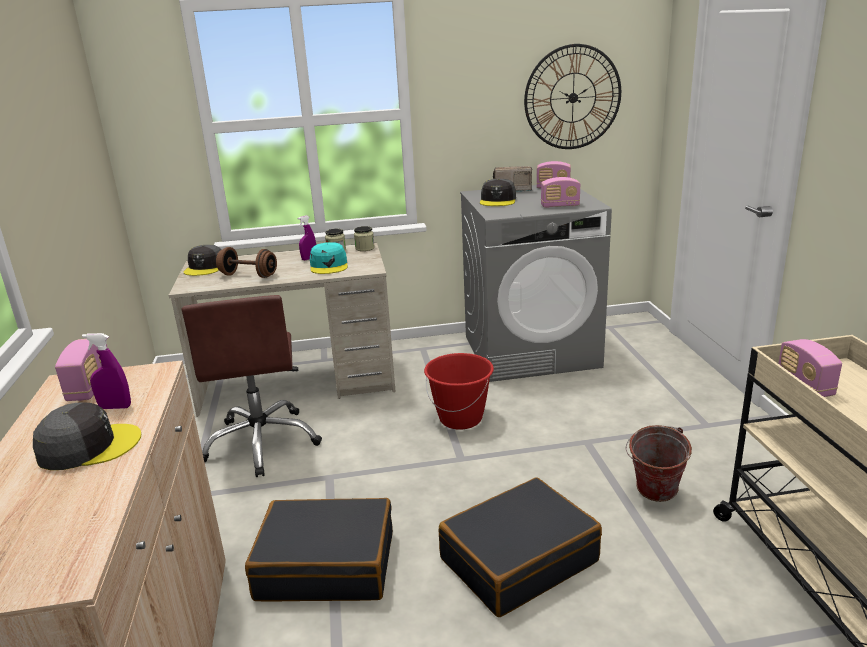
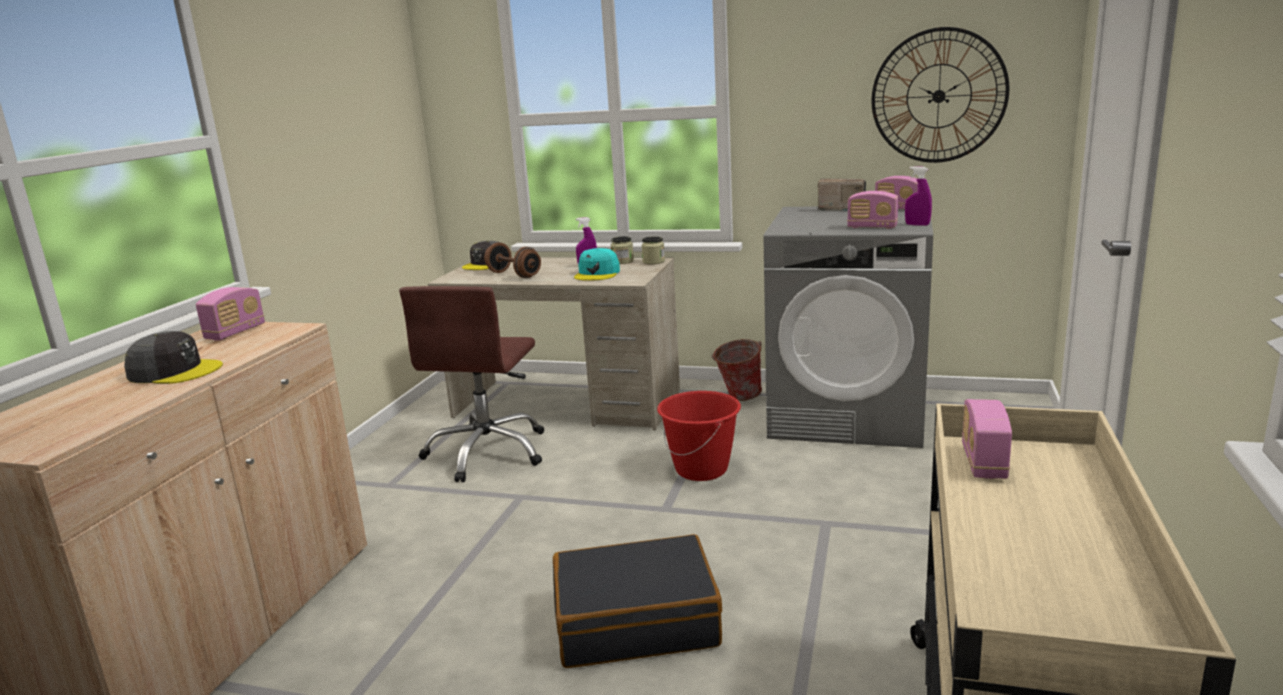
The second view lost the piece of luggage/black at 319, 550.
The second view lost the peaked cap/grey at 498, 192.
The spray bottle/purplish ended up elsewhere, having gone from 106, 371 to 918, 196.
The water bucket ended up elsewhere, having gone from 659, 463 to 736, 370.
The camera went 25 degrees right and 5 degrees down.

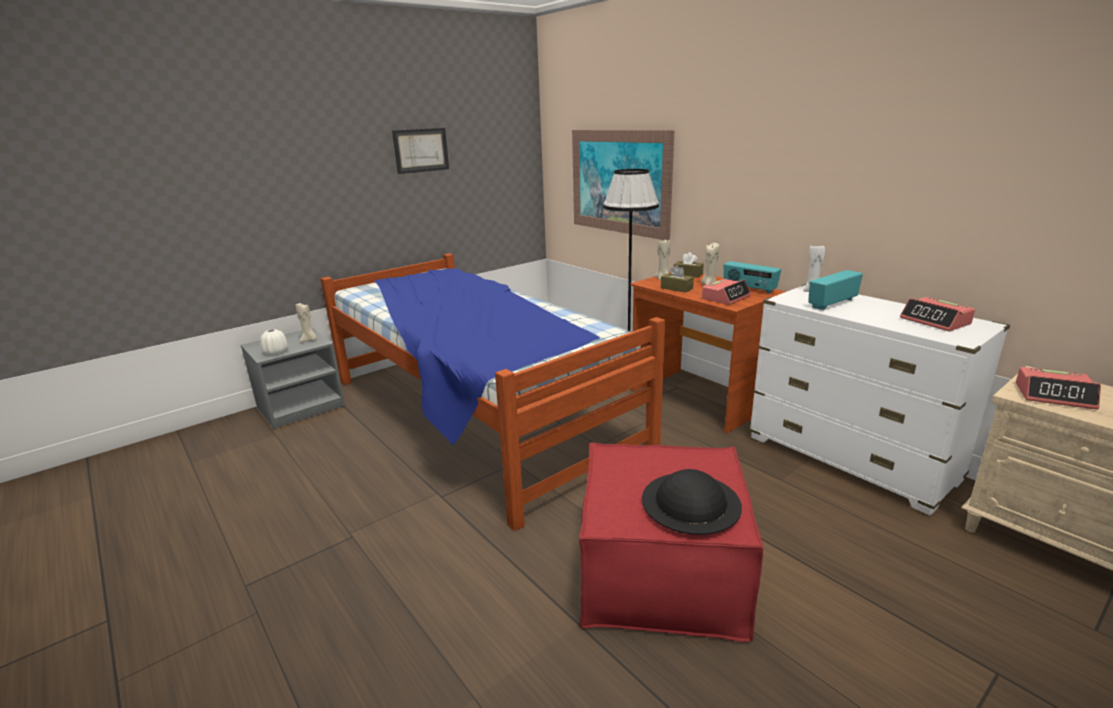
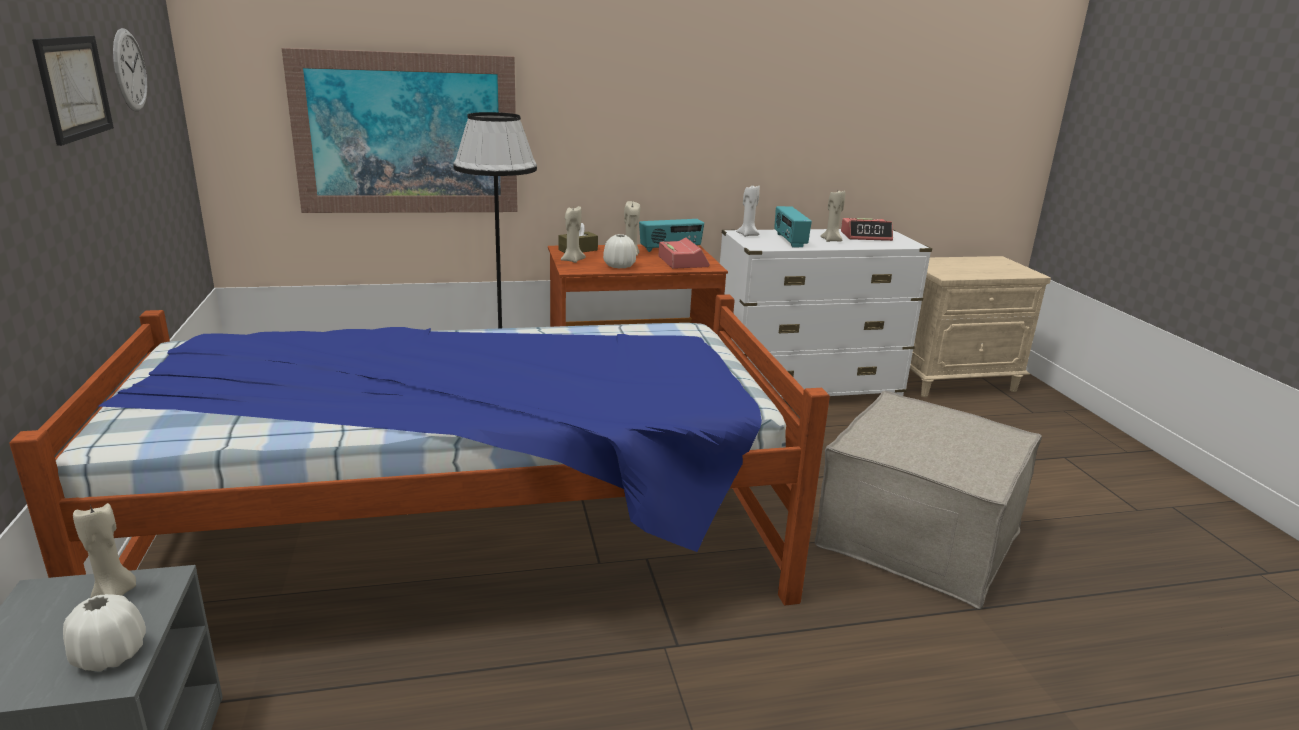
The second view lost the clothing hat/black at 692, 502.
The second view lost the alarm clock at 1058, 388.
The second view gained the hanging clock at 130, 69.
The second view gained the wax candle/sand-coloured at 832, 216.
Where the tissue holder/brown-coloured stood at 677, 279, the vase/whitish came to stand at 619, 251.
What was the pouffe/reddish at 671, 542 turned into the pouffe/sand-coloured at 928, 500.
The camera went 65 degrees left and 0 degrees up.

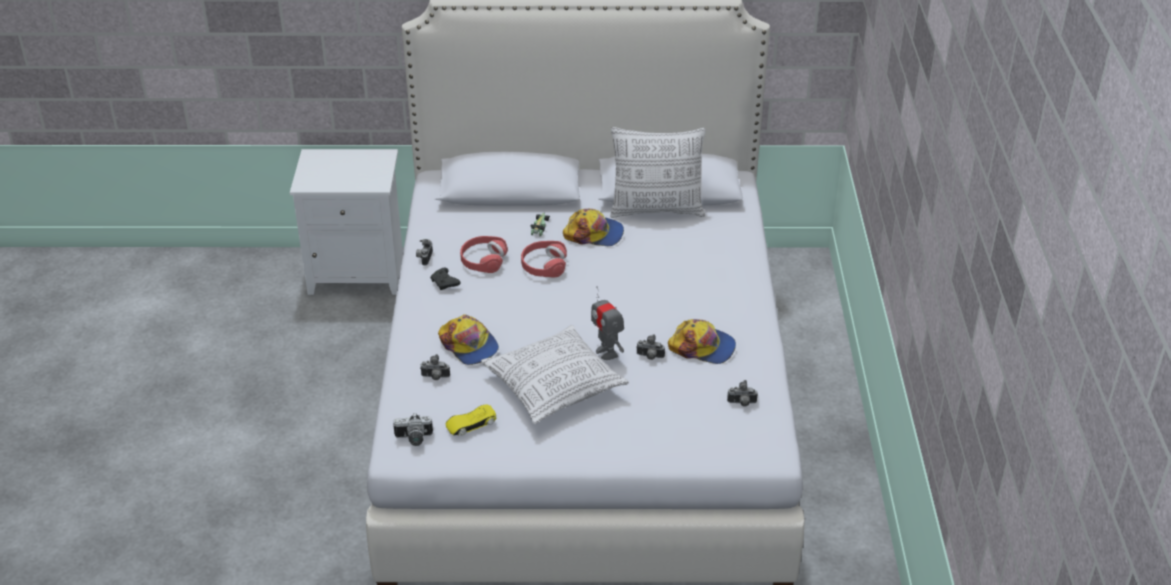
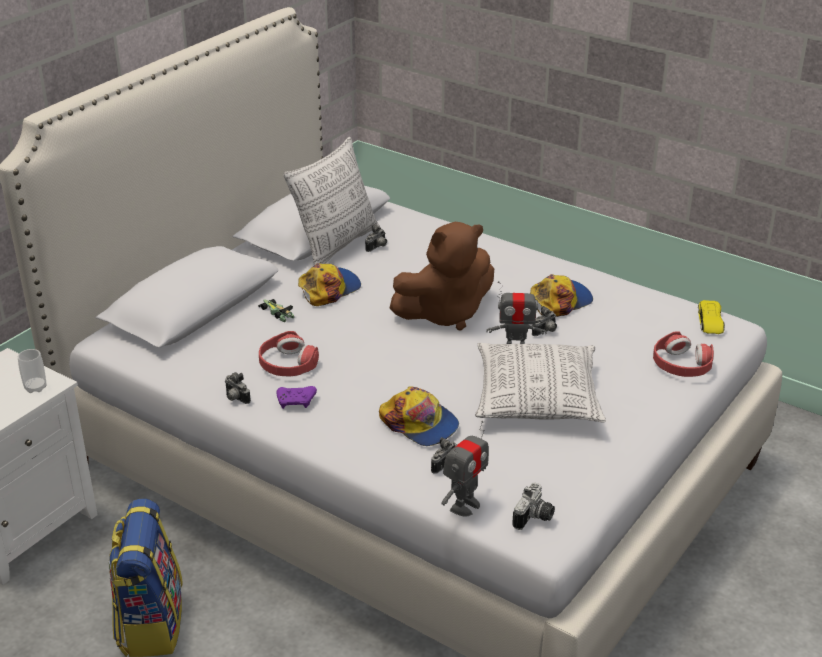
The second view gained the small cup at 32, 371.
The second view gained the backpack at 145, 577.
The second view gained the plush toy/brown-coloured at 442, 276.
The second view gained the toy robot at 465, 469.
The toy car/yellowish ended up elsewhere, having gone from 471, 420 to 711, 317.
The headphones/reddish ended up elsewhere, having gone from 544, 259 to 683, 354.
The still camera ended up elsewhere, having gone from 742, 393 to 376, 238.
What was the gamepad/black at 445, 279 turned into the gamepad/purplish at 296, 397.
The peaked cap at 468, 339 ended up facing another way, 45 degrees clockwise from before.
The camera went 55 degrees left and 5 degrees down.

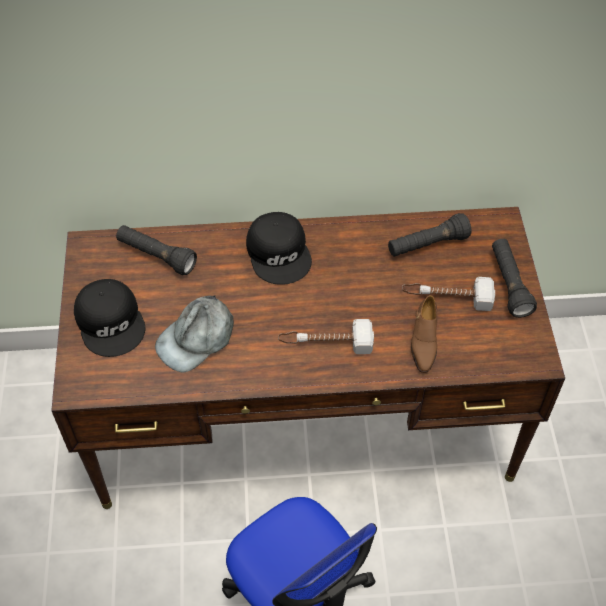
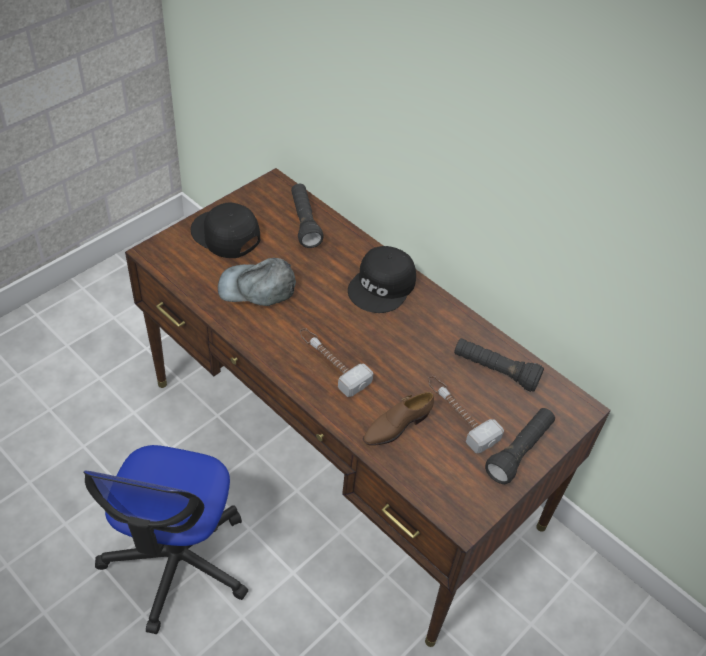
The peaked cap/black at 109, 318 ended up facing another way, 105 degrees clockwise from before.
The camera went 45 degrees right and 5 degrees down.

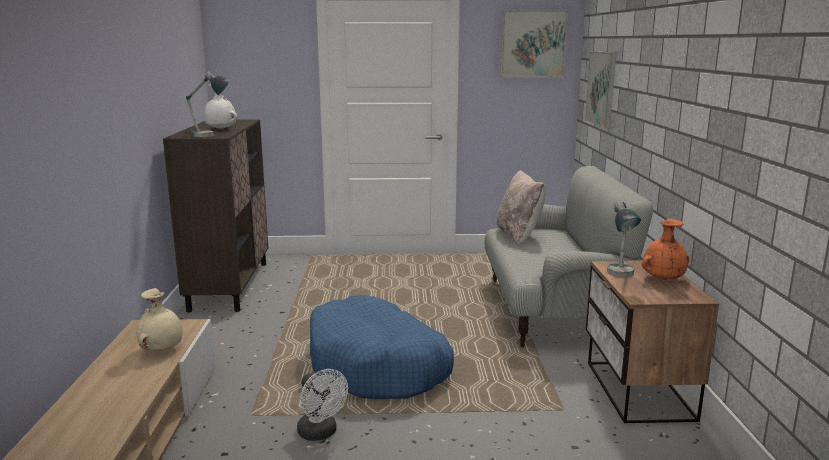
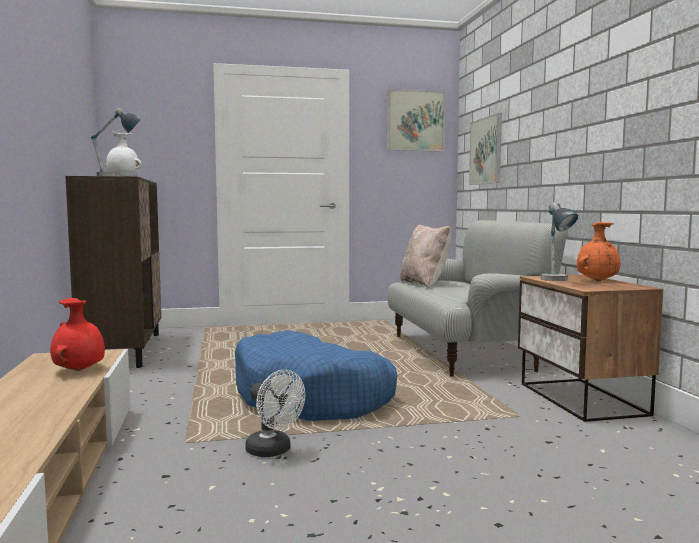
What was the vase/sand-coloured at 160, 319 turned into the vase/reddish at 77, 334.
The camera went 10 degrees left and 10 degrees down.

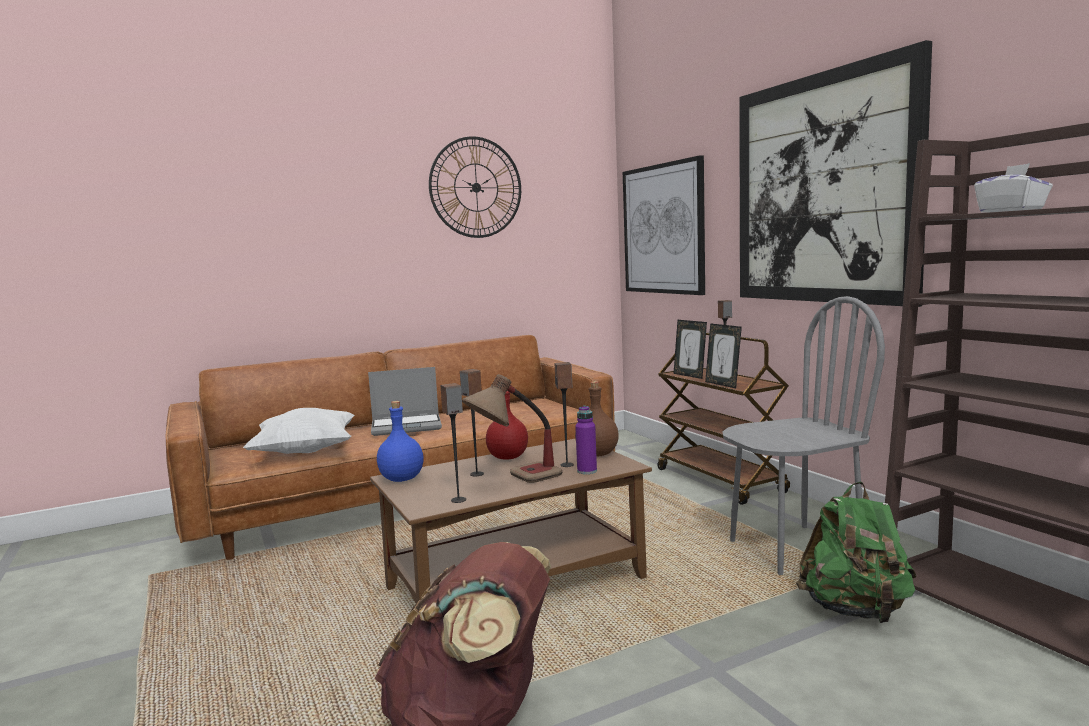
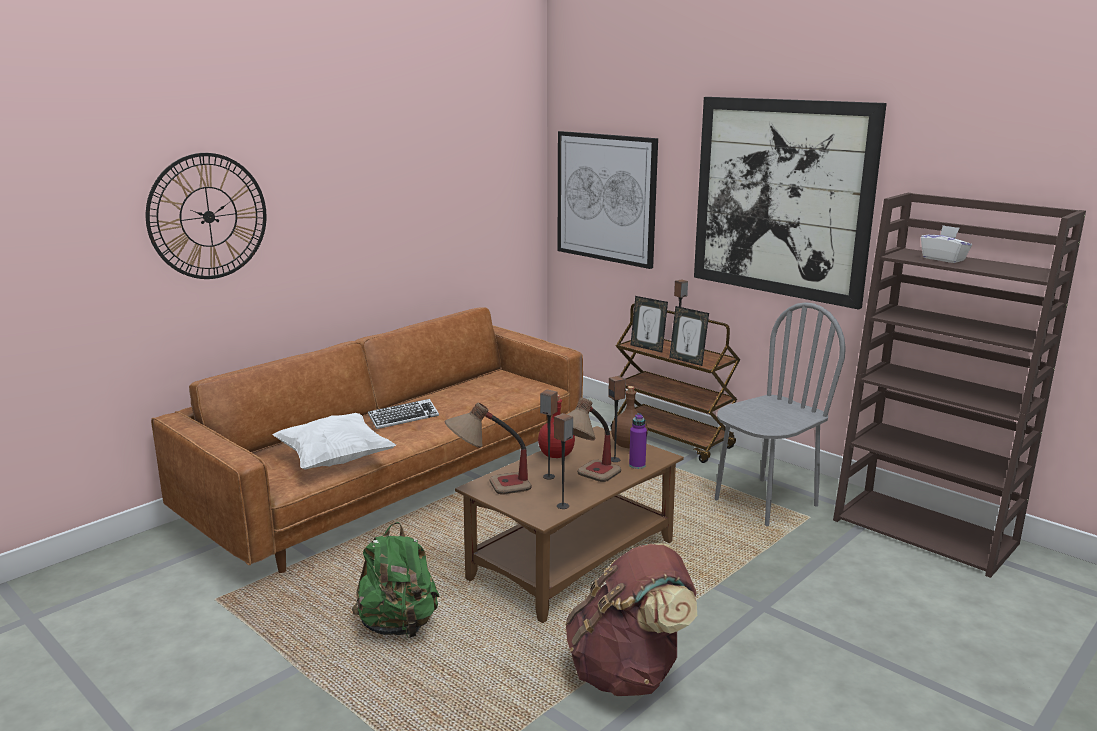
The hanging clock ended up elsewhere, having gone from 475, 187 to 206, 216.
The backpack/greenish ended up elsewhere, having gone from 856, 552 to 395, 580.
Where the notebook computer stood at 405, 401, the computer keyboard came to stand at 403, 414.
Where the drink bottle/blue-coloured stood at 400, 441, the lamp for a table came to stand at 488, 448.
The camera went 20 degrees left and 10 degrees up.

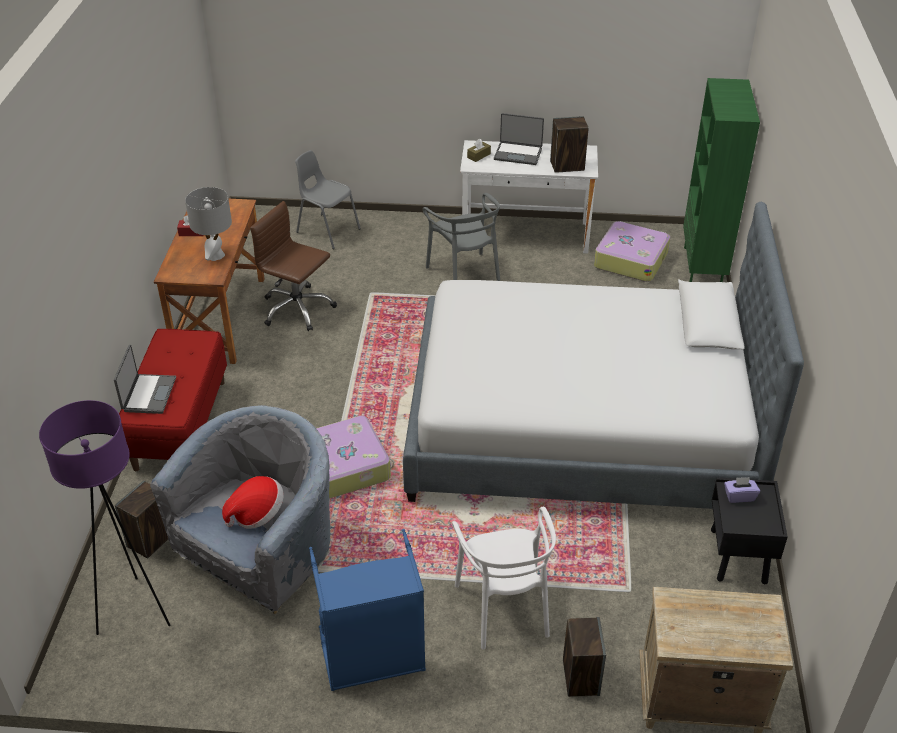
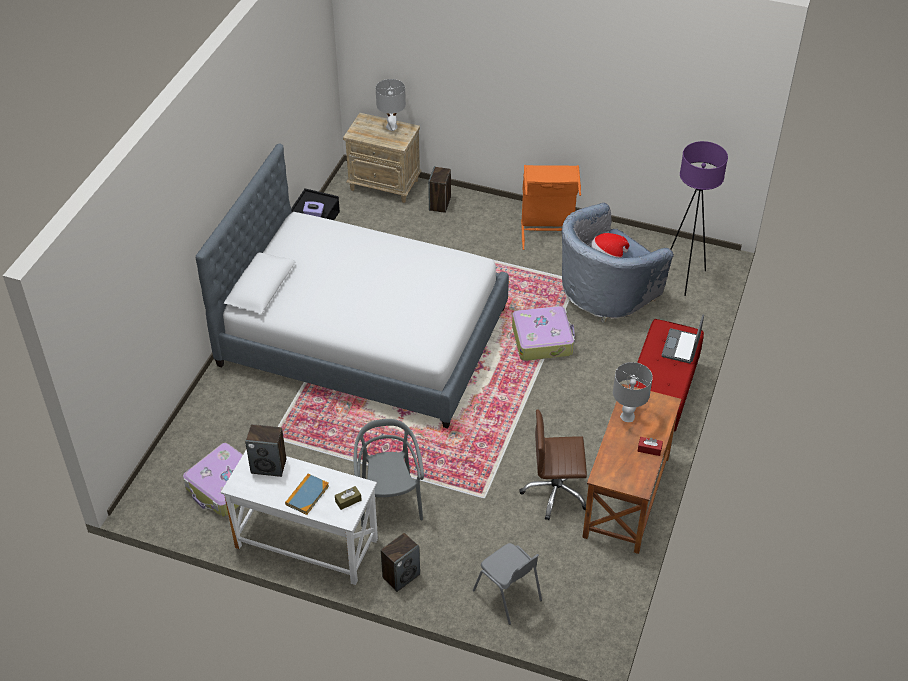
The second view lost the chair/whitish at 504, 578.
The second view lost the shelving unit/greenish at 721, 180.
The second view gained the lamp for a table/grey at 391, 105.
The speaker ended up elsewhere, having gone from 141, 519 to 400, 562.
Where the notebook computer stood at 519, 139, the volume came to stand at 307, 494.
What was the washing basket/blue-coloured at 367, 610 turned into the washing basket/orangey at 551, 207.
The desk chair/brown-coloured at 293, 266 ended up facing another way, 135 degrees clockwise from before.
The camera went 165 degrees left and 5 degrees up.

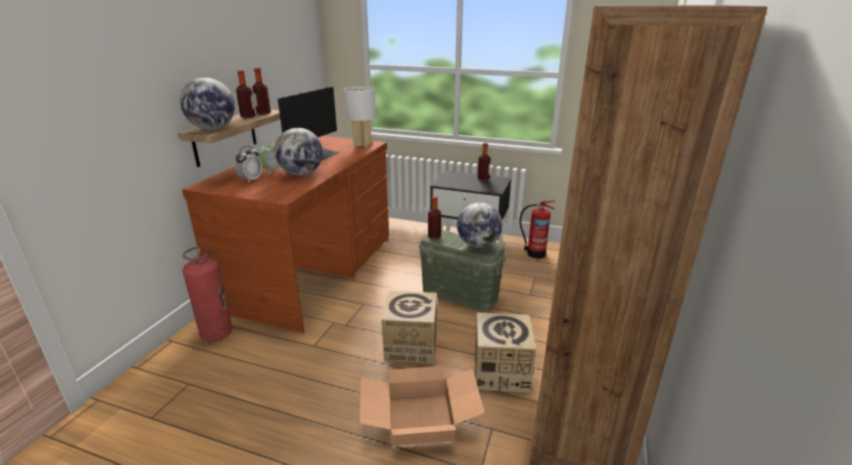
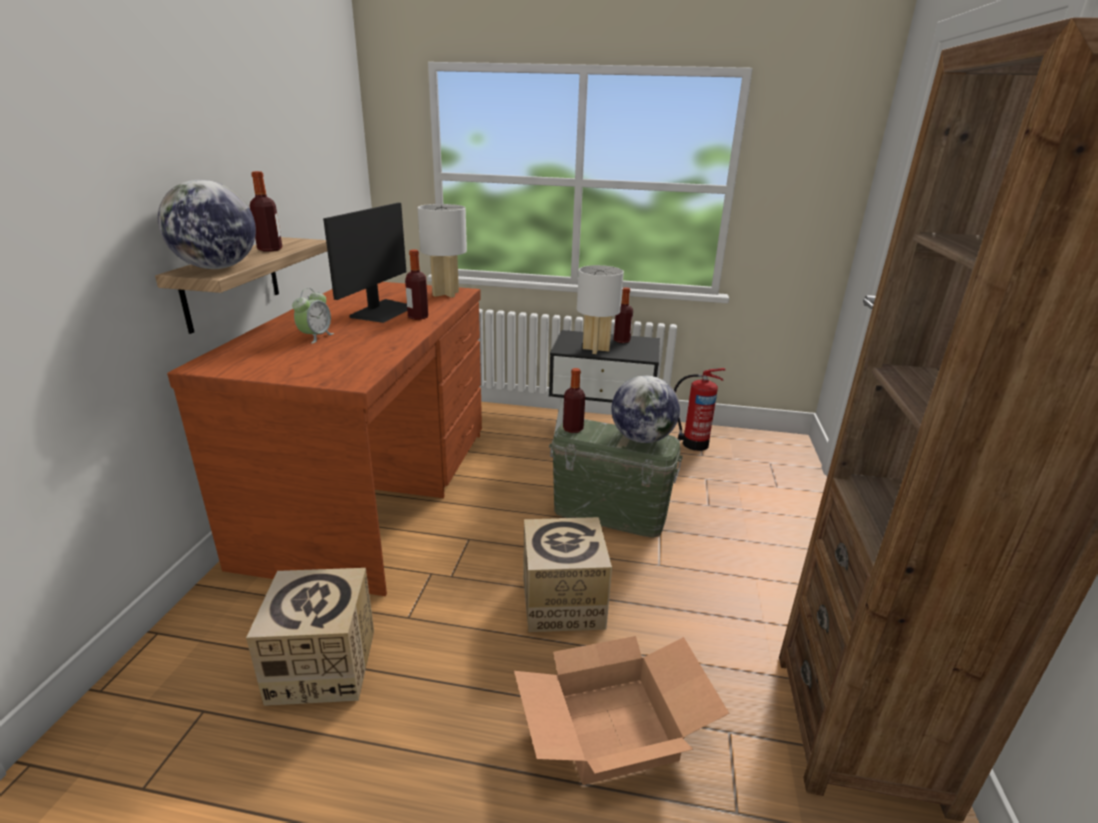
The second view lost the fire extinguisher at 207, 294.
The second view lost the alarm clock at 248, 164.
The second view lost the world globe at 298, 151.
The second view gained the lamp for a table/whitish at 600, 309.
The drink bottle ended up elsewhere, having gone from 262, 91 to 416, 285.
The carton ended up elsewhere, having gone from 505, 352 to 310, 637.
The camera went 10 degrees left and 0 degrees up.

